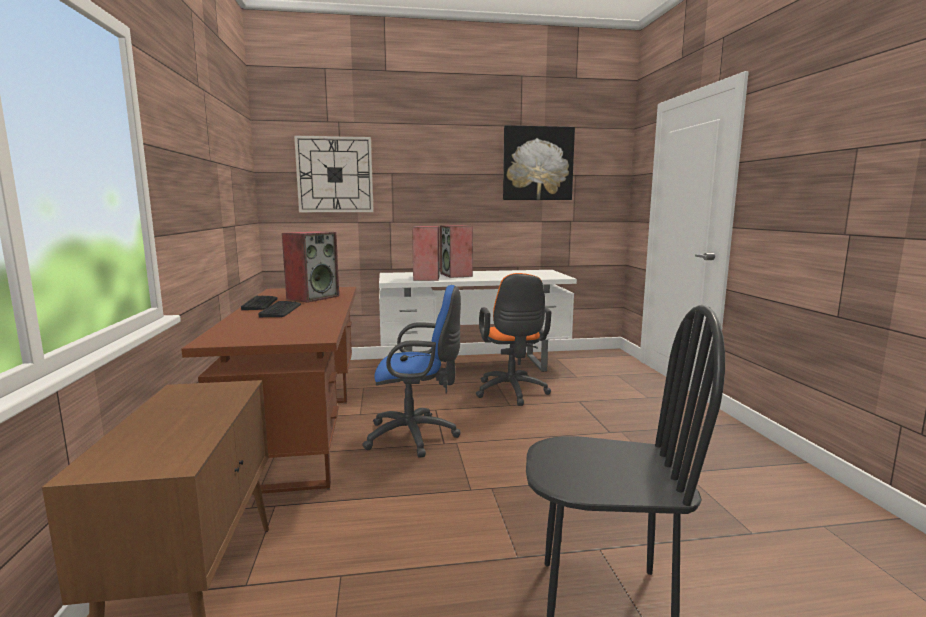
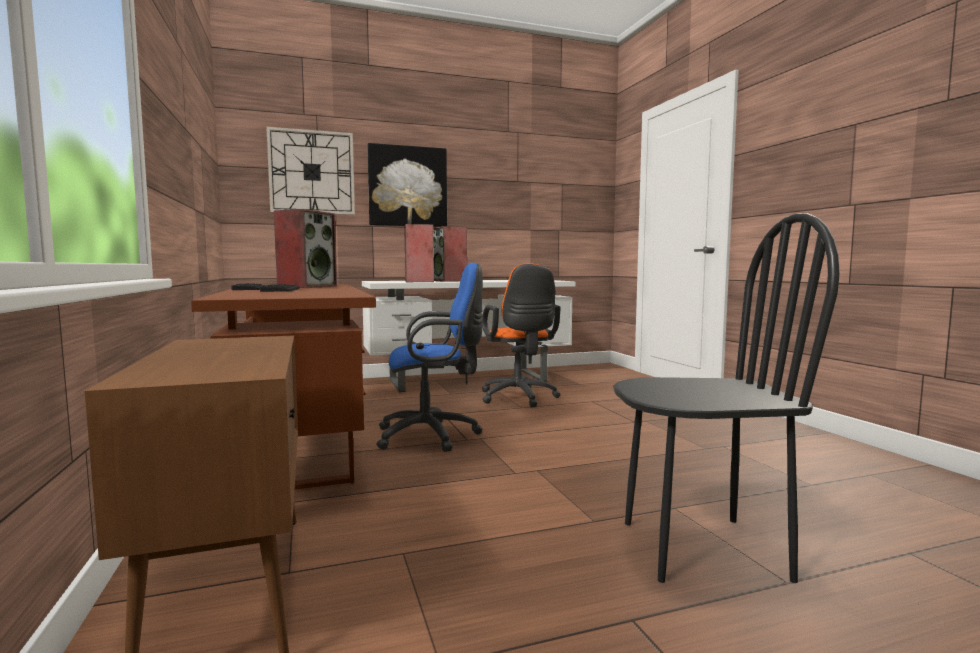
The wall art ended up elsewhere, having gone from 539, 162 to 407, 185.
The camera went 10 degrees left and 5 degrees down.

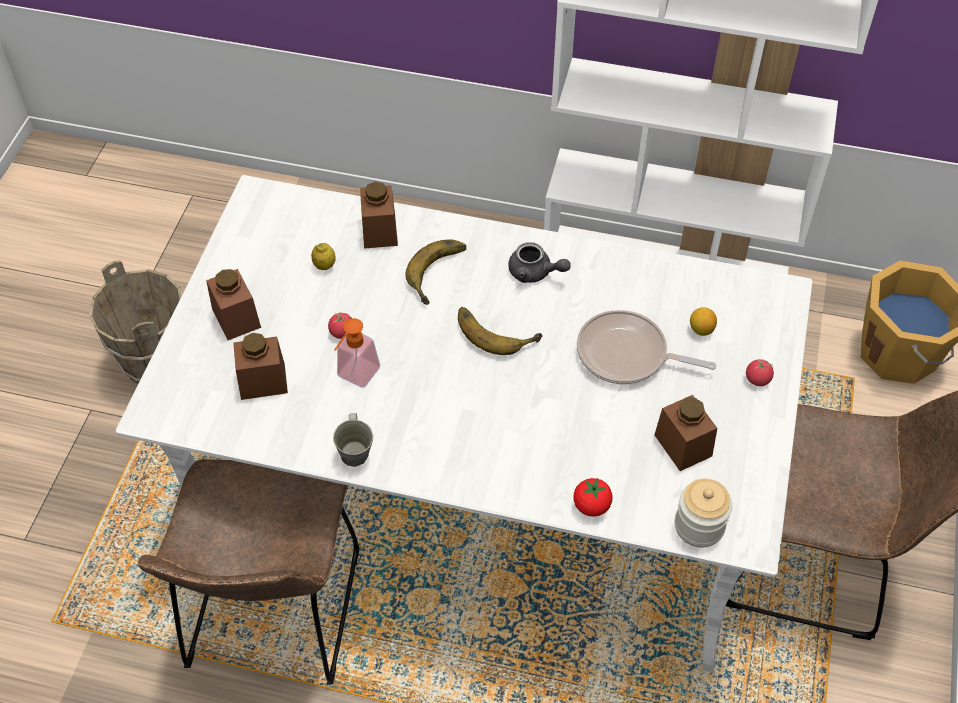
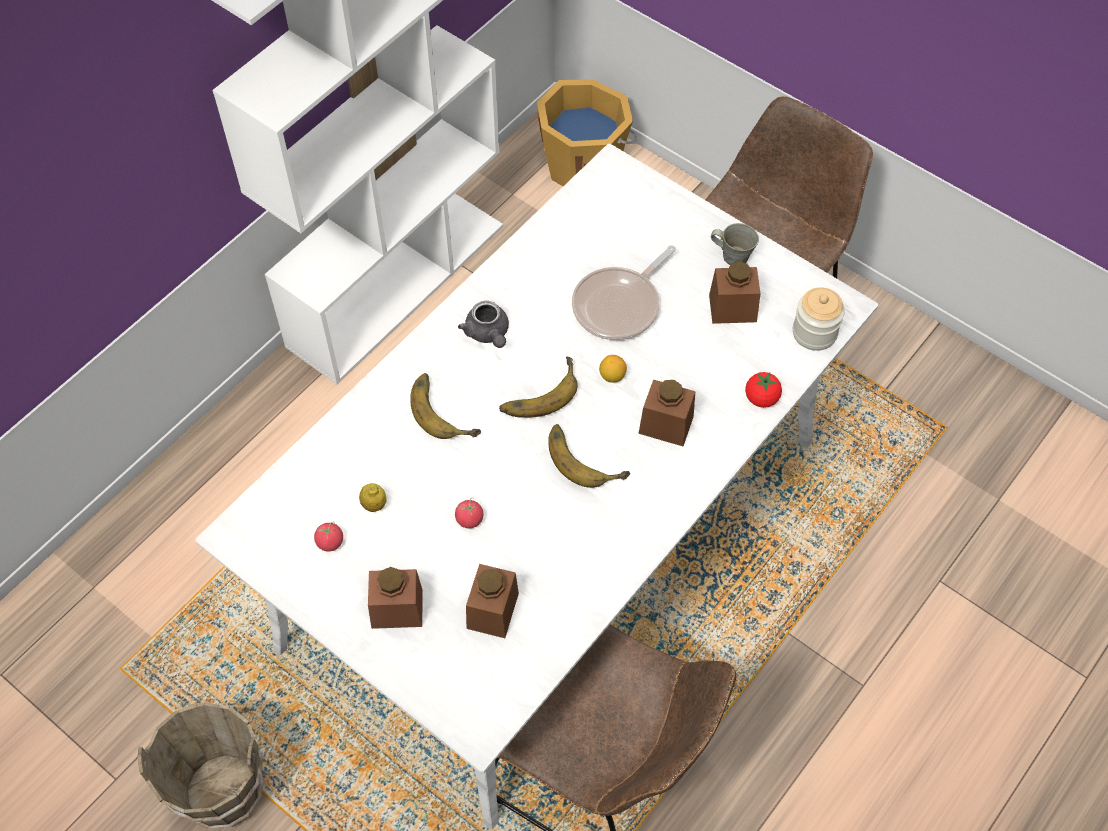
The second view lost the liquid soap bottle at 357, 353.
The second view gained the banana at 589, 456.
The coffee mug/grey ended up elsewhere, having gone from 353, 440 to 735, 244.
The storage jar/brown-coloured ended up elsewhere, having gone from 379, 215 to 666, 412.
The whole lemon ended up elsewhere, having gone from 703, 321 to 613, 369.
The fresh tomato ended up elsewhere, having gone from 760, 372 to 328, 536.
The pot for tea/grey at 539, 262 ended up facing another way, 105 degrees clockwise from before.
The camera went 65 degrees left and 5 degrees up.

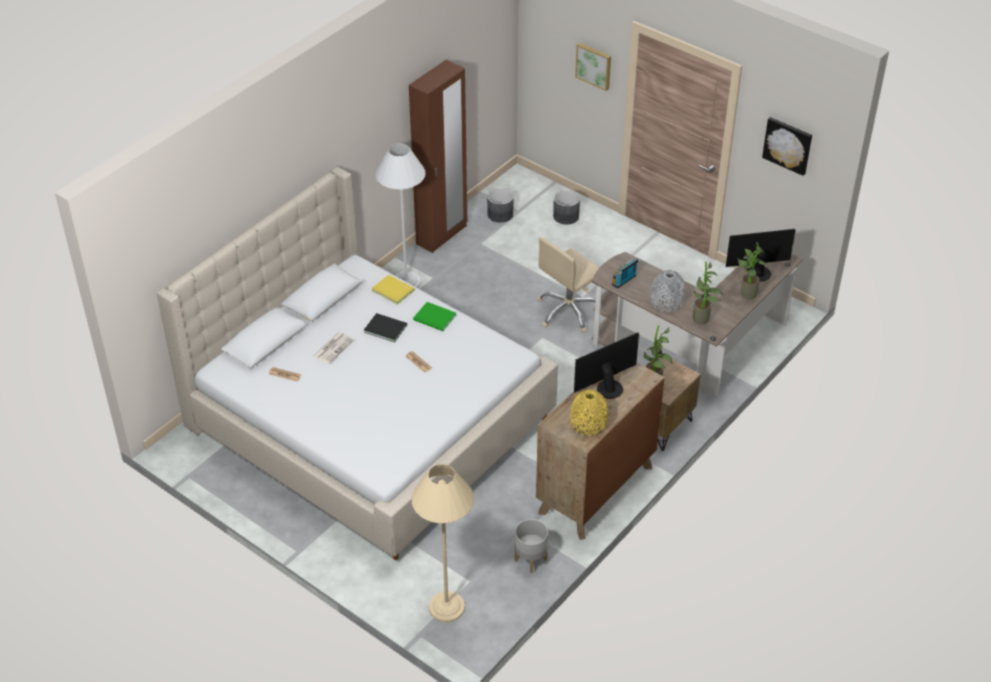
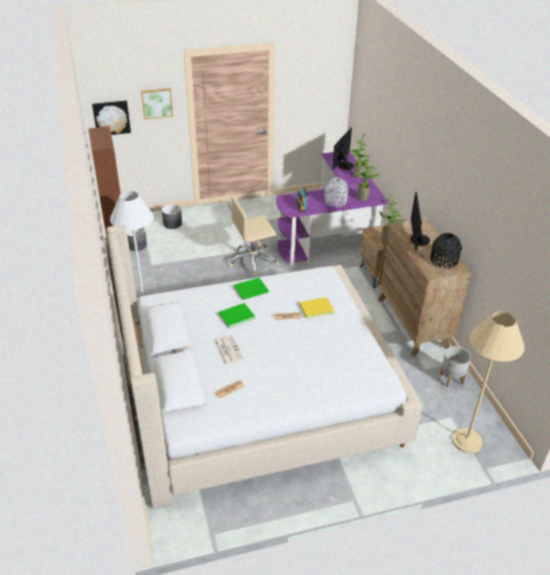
The volume/yellowish ended up elsewhere, having gone from 393, 290 to 317, 308.
The wall art ended up elsewhere, having gone from 787, 146 to 111, 117.
What was the volume/black at 385, 327 turned into the volume/greenish at 236, 315.
What was the vase/yellowish at 589, 412 turned into the vase/black at 446, 251.
What was the desk unit/brown-coloured at 697, 324 turned into the desk unit/purplish at 332, 209.
The desk chair/sand-coloured at 568, 285 ended up facing another way, 75 degrees clockwise from before.
The camera went 55 degrees left and 5 degrees down.

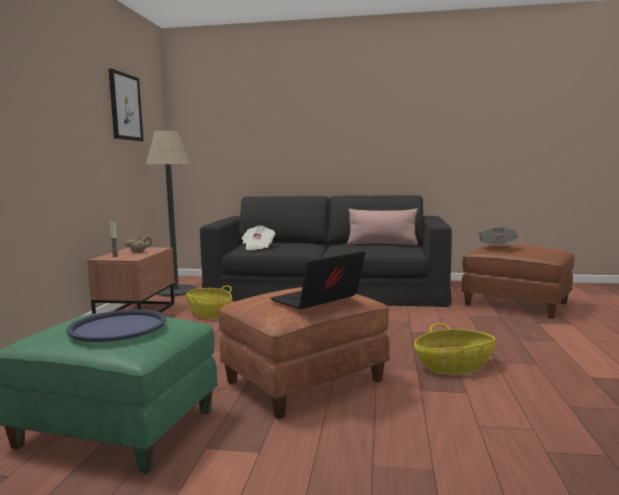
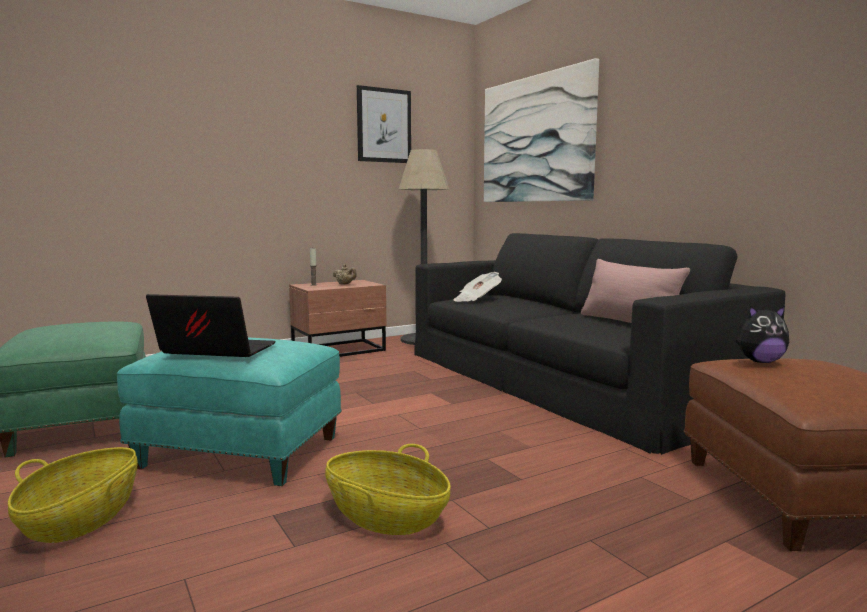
The second view lost the carrying tray/blue-coloured at 116, 325.
The second view gained the wall art at 541, 130.
The household basket ended up elsewhere, having gone from 208, 302 to 73, 495.
Where the daily paper stood at 498, 236, the plush toy came to stand at 762, 334.
What was the pouffe/brown-coloured at 304, 353 turned into the pouffe/turquoise-coloured at 229, 412.
The camera went 50 degrees right and 0 degrees up.

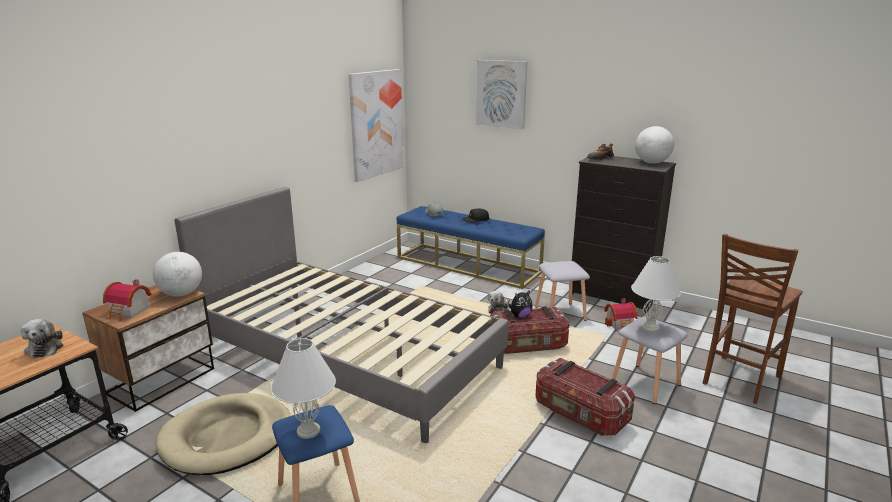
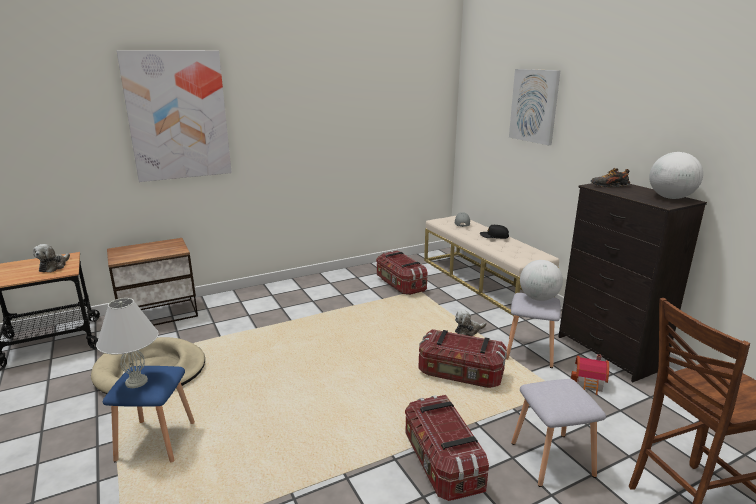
The second view lost the miniature house at 127, 300.
The second view lost the sleeping bed/grey at 342, 315.
The second view lost the plush toy at 520, 304.
The second view lost the lamp for a table/whitish at 656, 294.
The second view gained the storage container at 402, 273.
The world globe ended up elsewhere, having gone from 177, 274 to 541, 280.
The wall art ended up elsewhere, having gone from 376, 125 to 174, 116.
What was the bench/blue-coloured at 471, 247 turned into the bench/sand-coloured at 491, 266.
The camera went 30 degrees right and 0 degrees up.

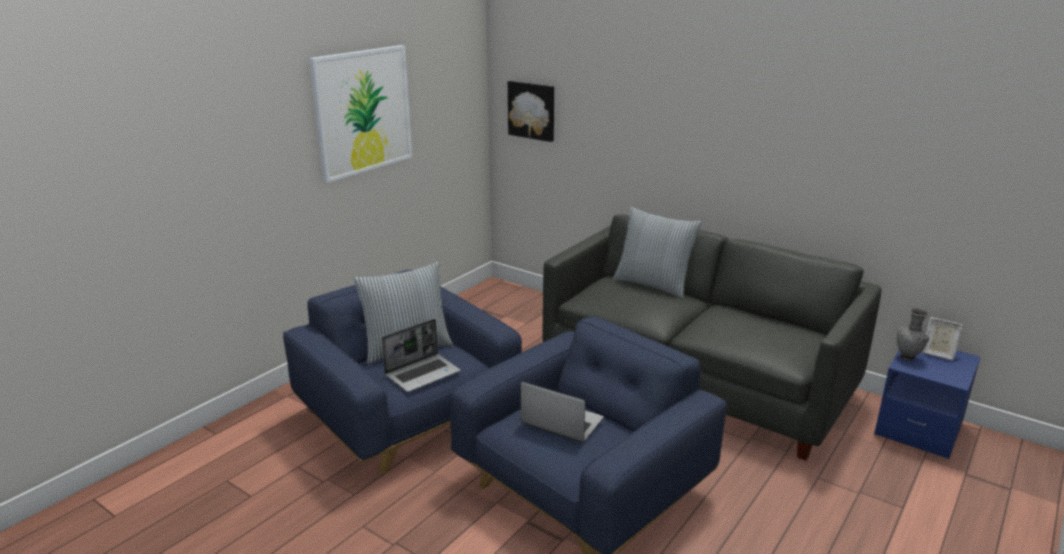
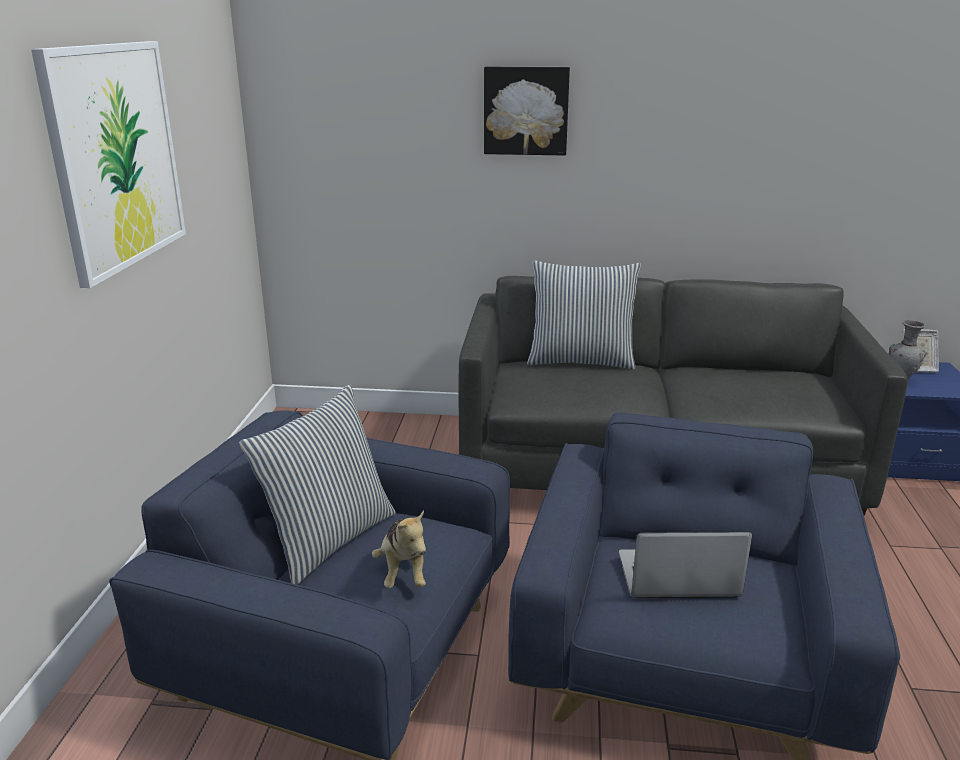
The wall art ended up elsewhere, having gone from 531, 111 to 527, 111.
Where the notebook computer stood at 421, 355, the plush toy came to stand at 399, 549.
The camera went 30 degrees left and 0 degrees up.

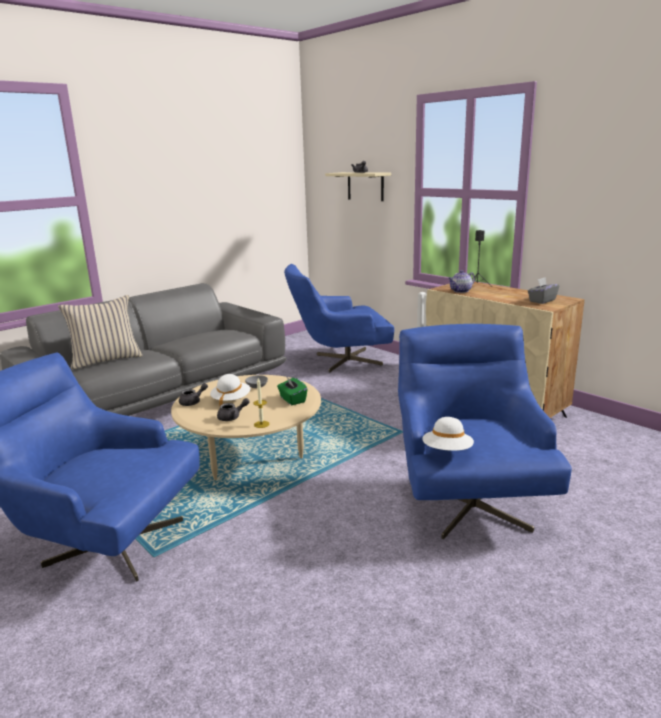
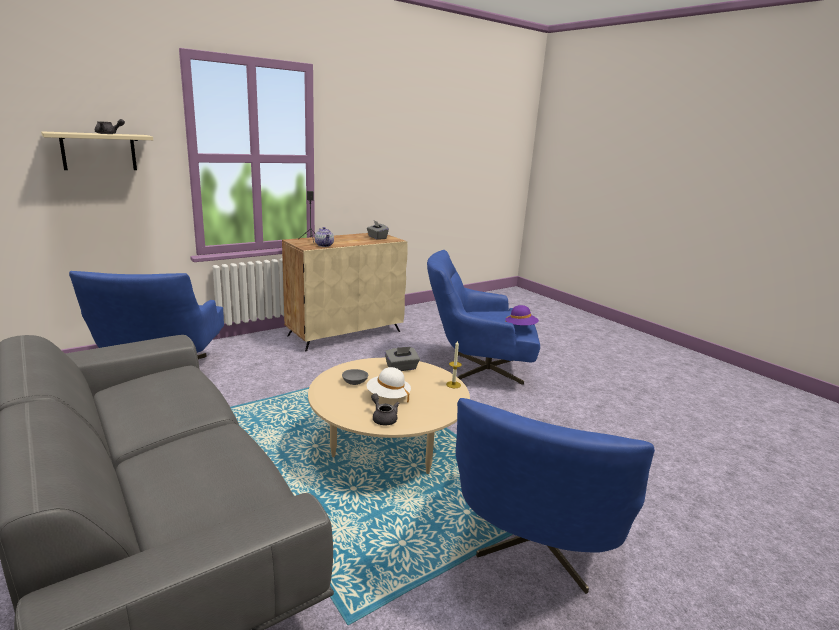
The second view lost the cushion/sand-coloured at 100, 332.
The second view lost the pot for tea/grey at 233, 409.
What was the tissue holder/greenish at 292, 390 turned into the tissue holder/grey at 402, 359.
What was the clothing hat/whitish at 448, 434 turned into the clothing hat/purplish at 522, 315.
The camera went 85 degrees left and 0 degrees up.

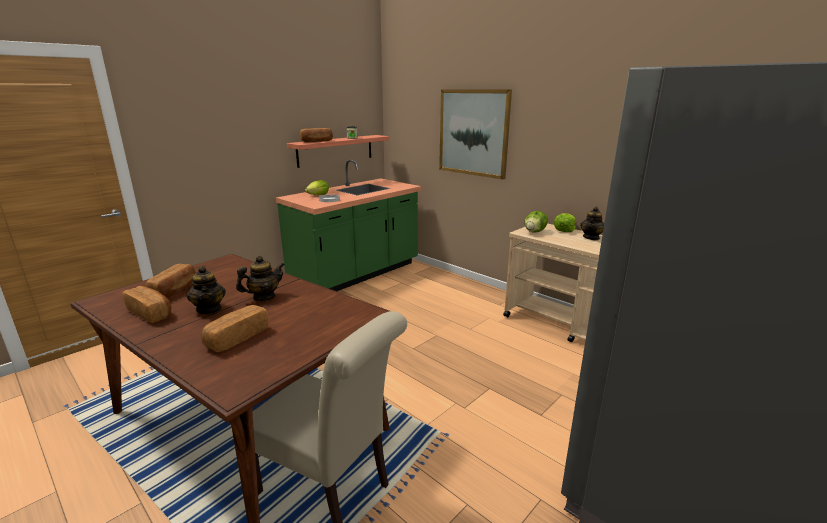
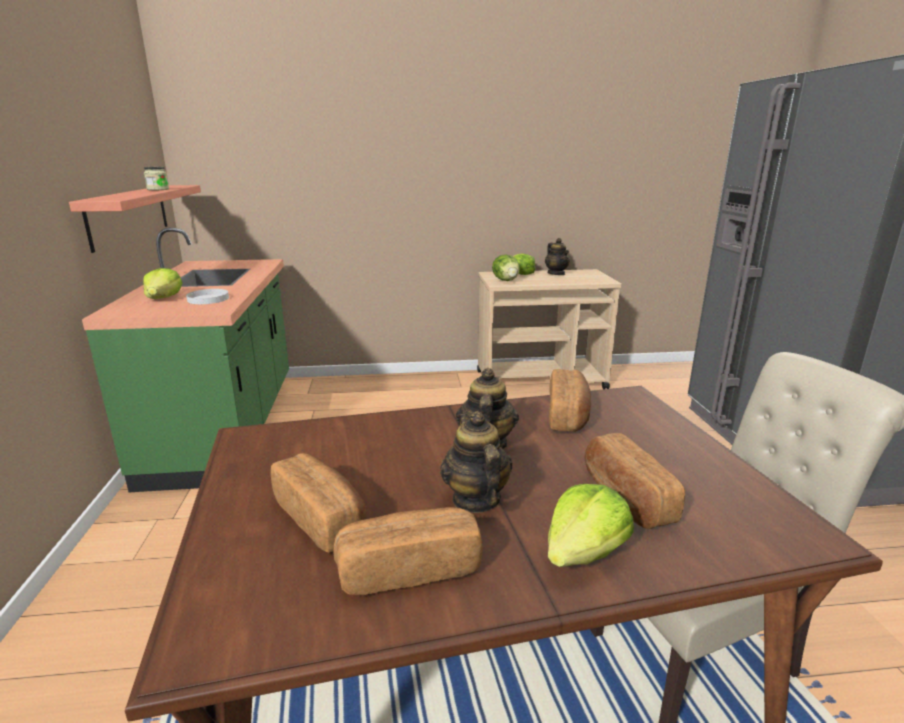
The second view lost the wall art at 475, 134.
The second view gained the head of lettuce at 591, 525.
The bread ended up elsewhere, having gone from 316, 135 to 570, 400.
The pot for tea at 206, 290 ended up facing another way, 120 degrees counterclockwise from before.
The camera went 50 degrees left and 0 degrees up.

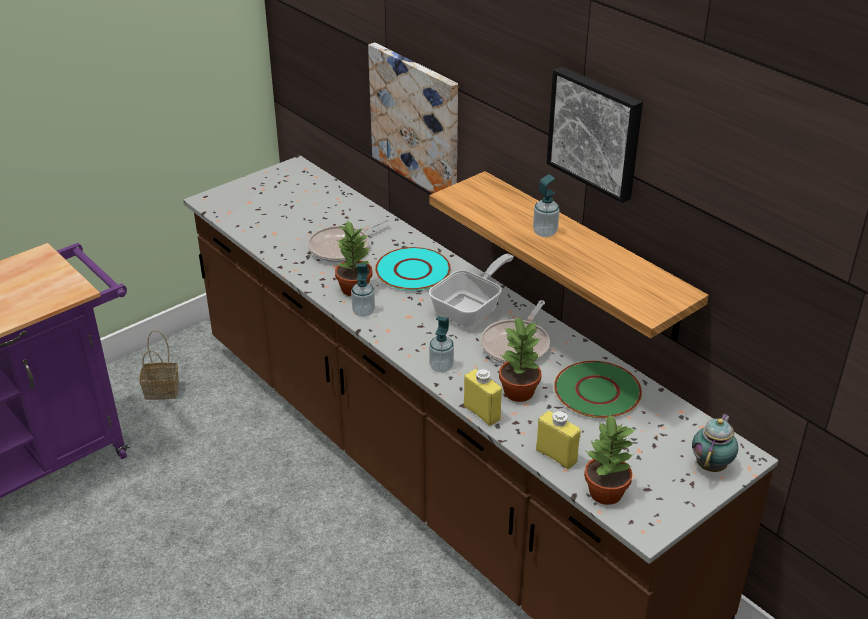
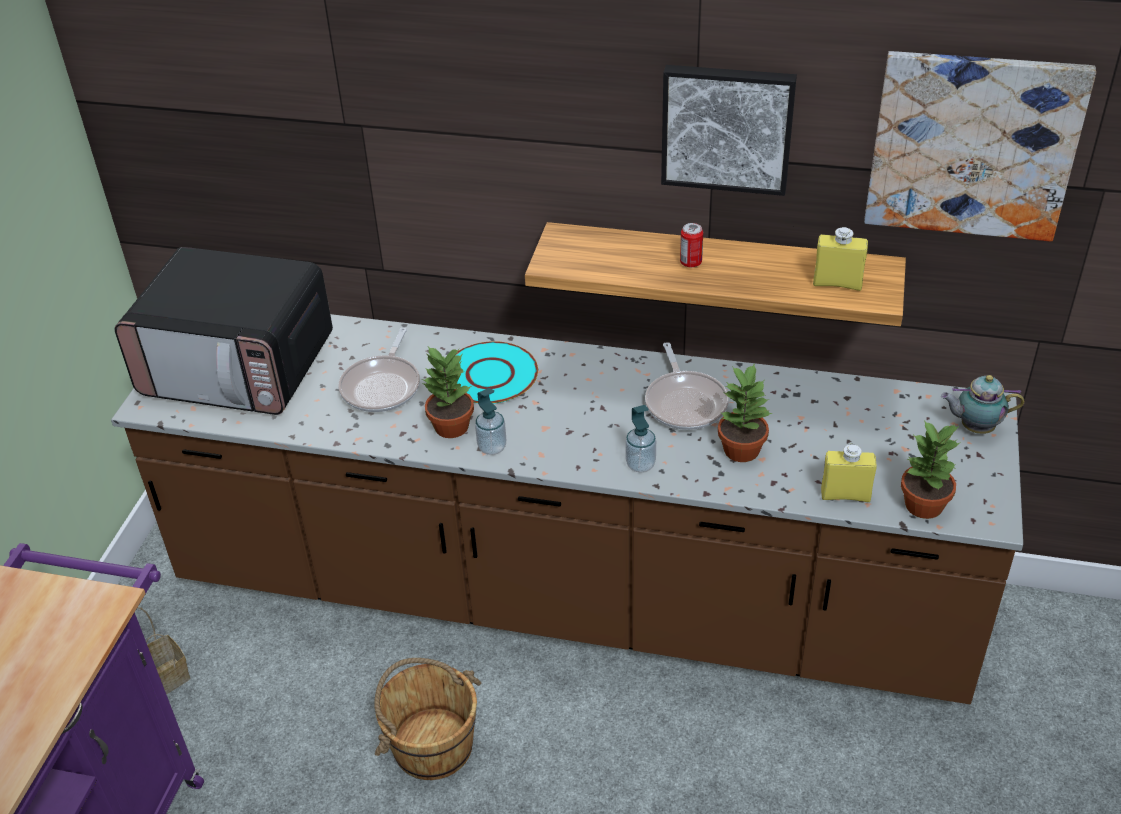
The second view lost the pan at 471, 290.
The second view lost the dinner plate/greenish at 598, 389.
The second view gained the kitchen microwave at 223, 331.
The second view gained the water bucket/brown-coloured at 427, 719.
The wall art ended up elsewhere, having gone from 413, 117 to 980, 146.
The drink bottle/yellowish ended up elsewhere, having gone from 483, 397 to 840, 259.
Where the liquid soap bottle stood at 546, 205, the metal can came to stand at 691, 245.
The pot for tea at 715, 443 ended up facing another way, 75 degrees counterclockwise from before.
The camera went 35 degrees left and 5 degrees up.

